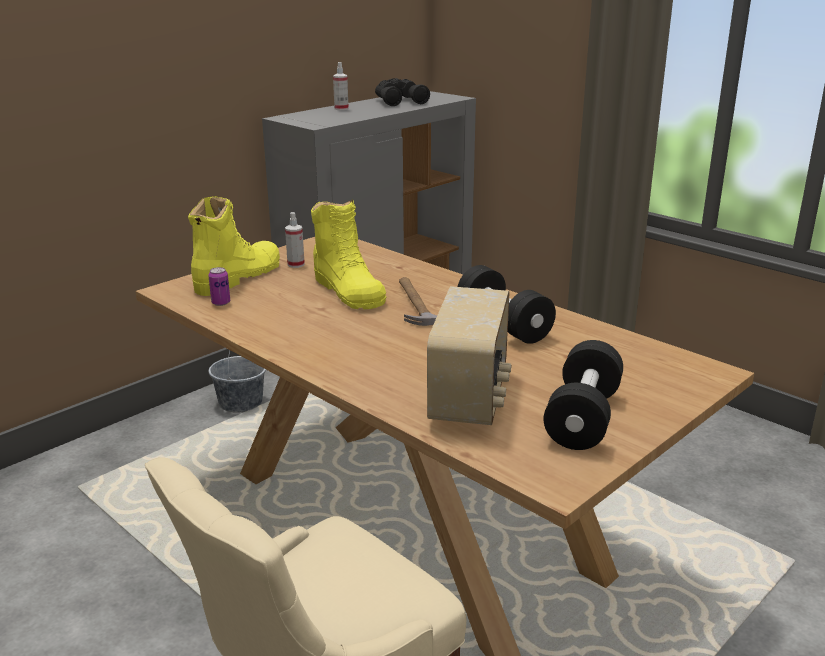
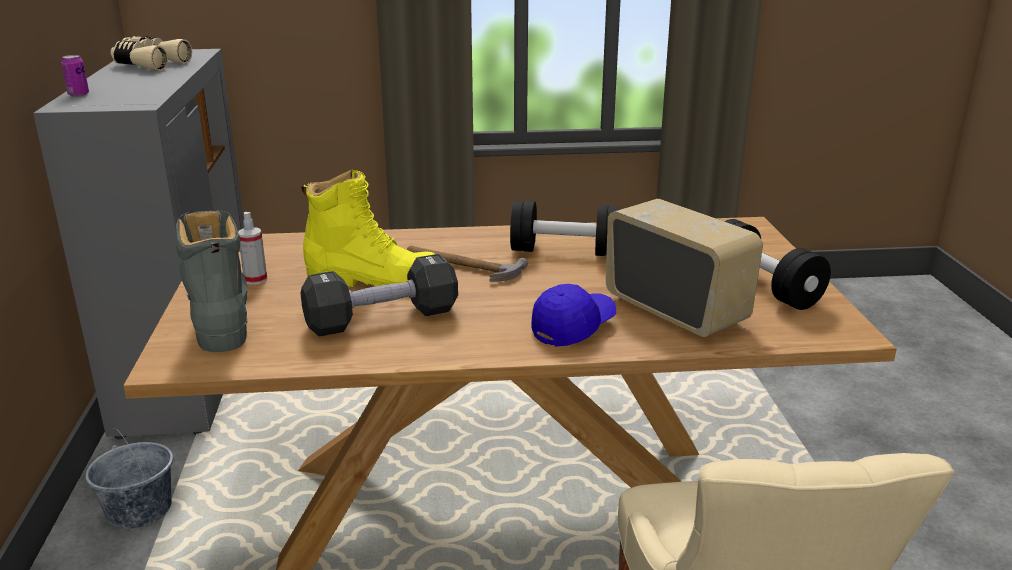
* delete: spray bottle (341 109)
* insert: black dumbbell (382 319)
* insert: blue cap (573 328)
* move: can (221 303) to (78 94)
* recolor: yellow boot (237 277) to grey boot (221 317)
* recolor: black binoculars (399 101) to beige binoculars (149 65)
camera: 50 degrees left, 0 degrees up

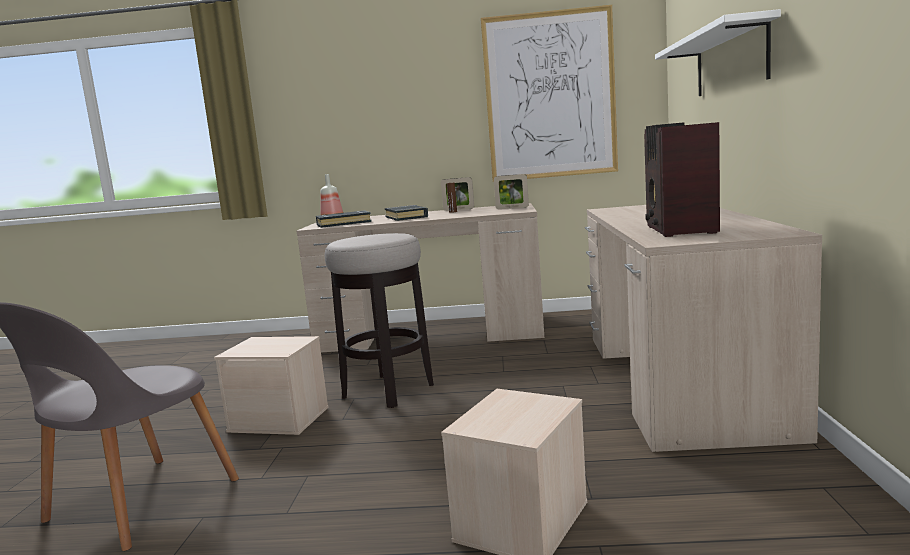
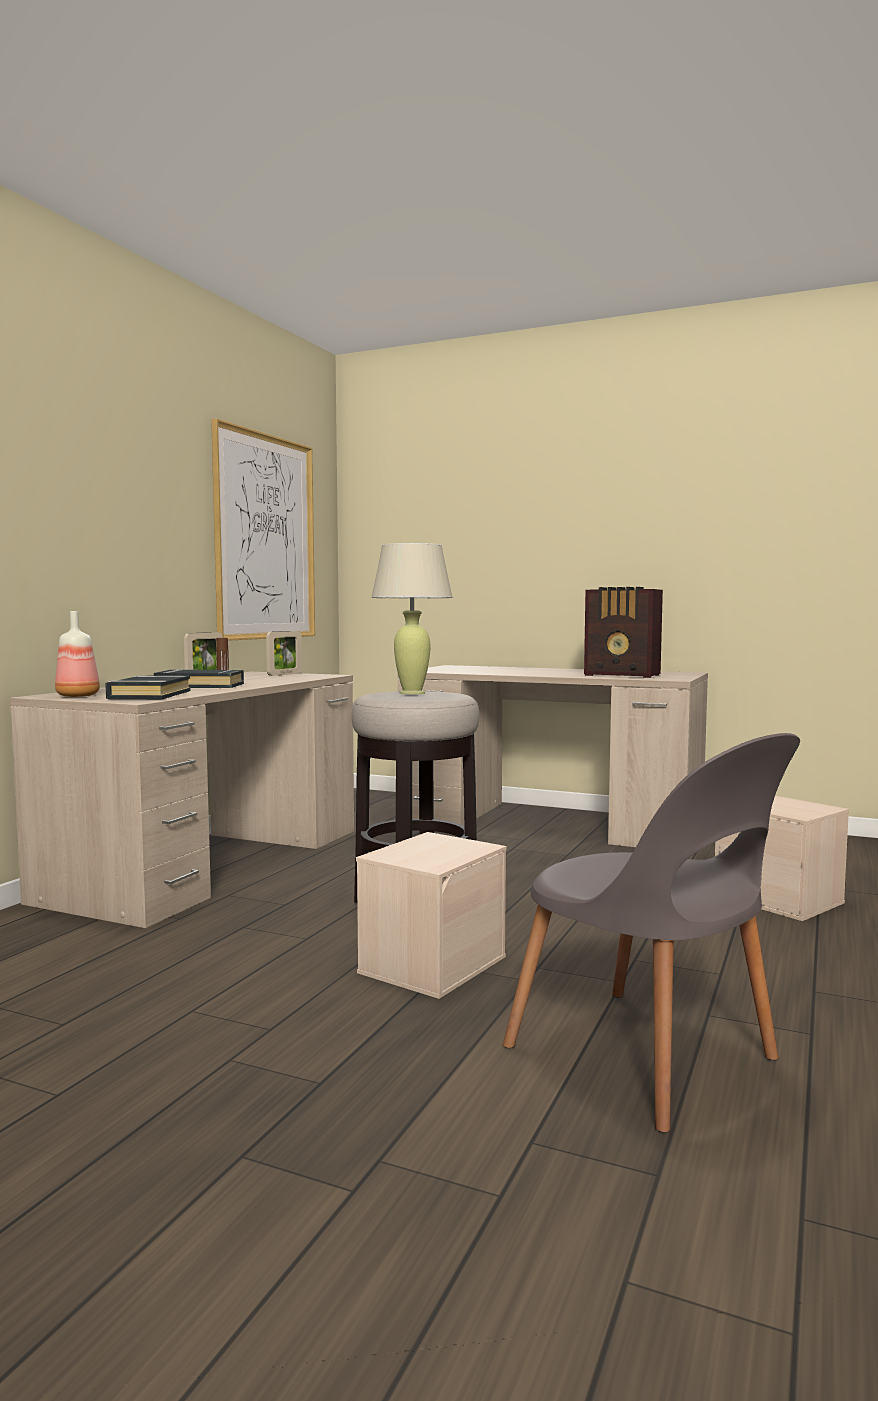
* delete: white shelf (730 61)
* insert: beige table lamp (411 693)
camera: 70 degrees left, 5 degrees down

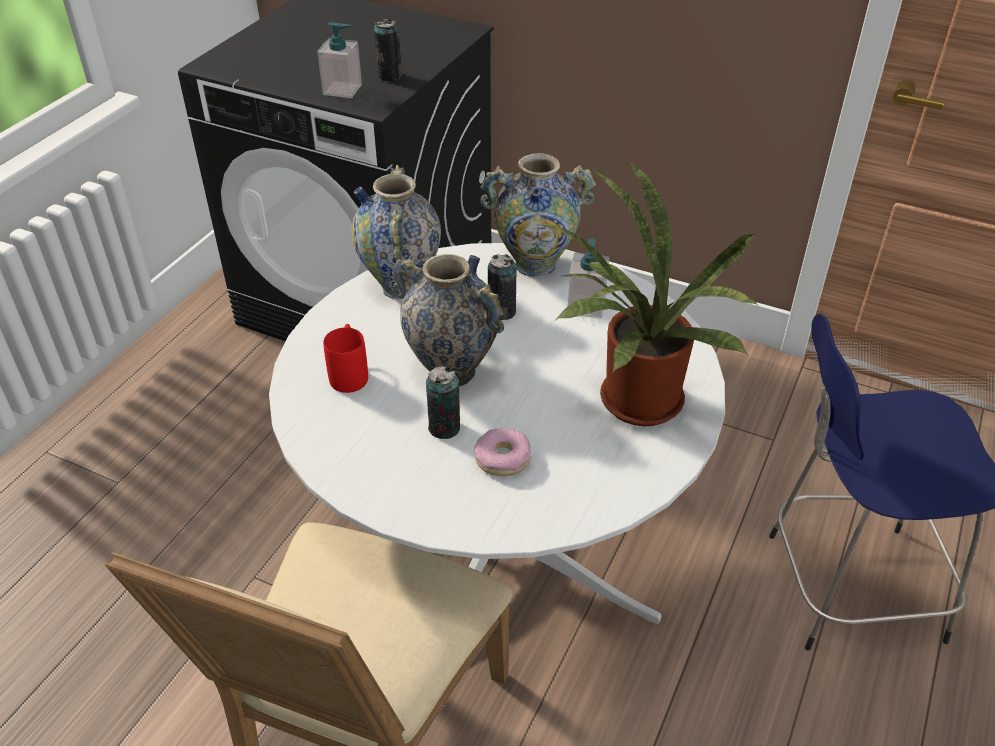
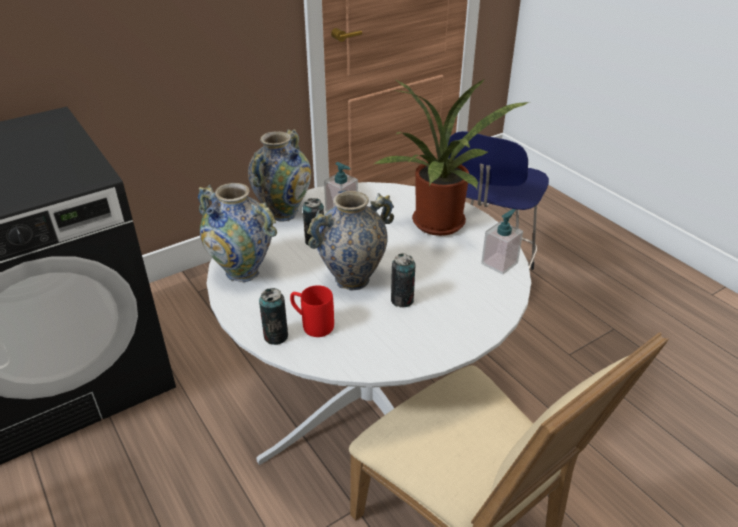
* delete: donut (503 458)
* move: soap dispenser (342 89) to (499 263)
* move: can (389 76) to (276 336)
camera: 60 degrees left, 5 degrees down

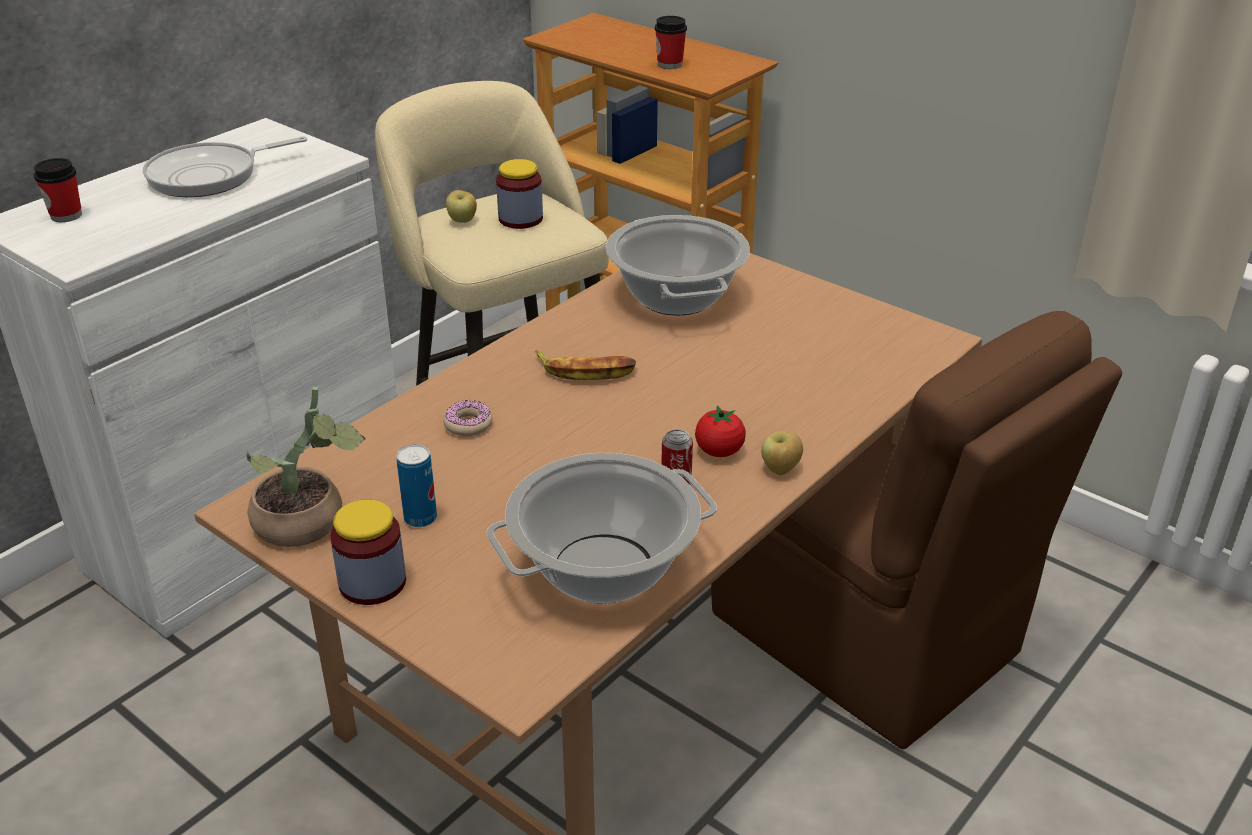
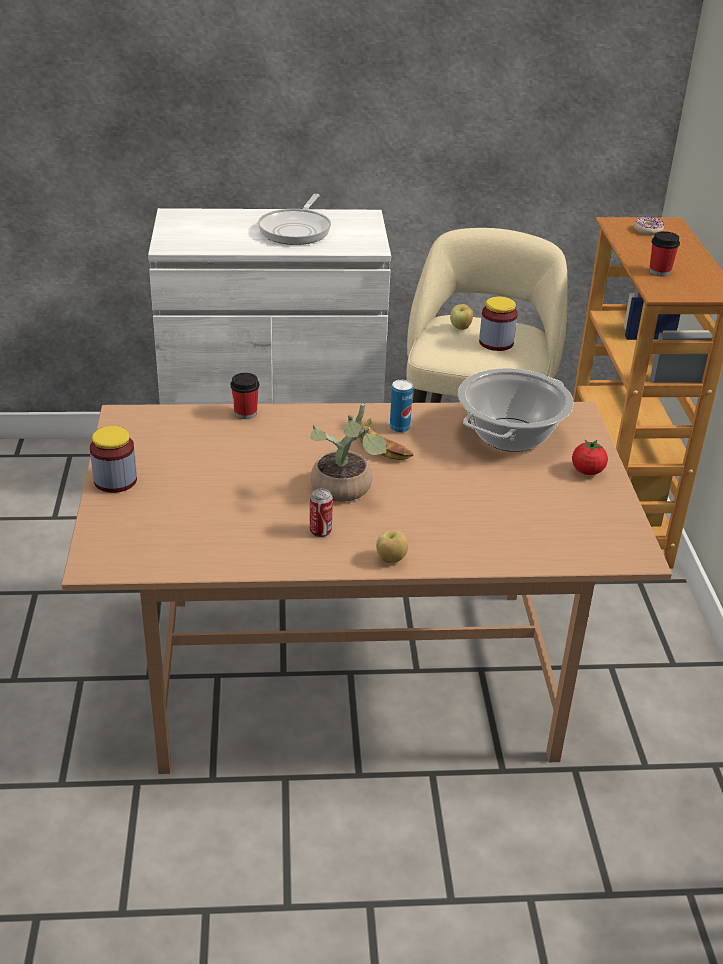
* delete: cooking pot (604 568)
* delete: brown chair (869 638)
* move: cup (66 215) to (245 413)
* move: potted plant (309 523) to (345 491)
* move: can (420 518) to (399 428)
* move: donut (468 424) to (648 230)
* move: tomato (719 451) to (587 471)
* rotate: frying pan (210 176) = (296 230) 90 degrees counterclockwise
camera: 45 degrees right, 0 degrees up

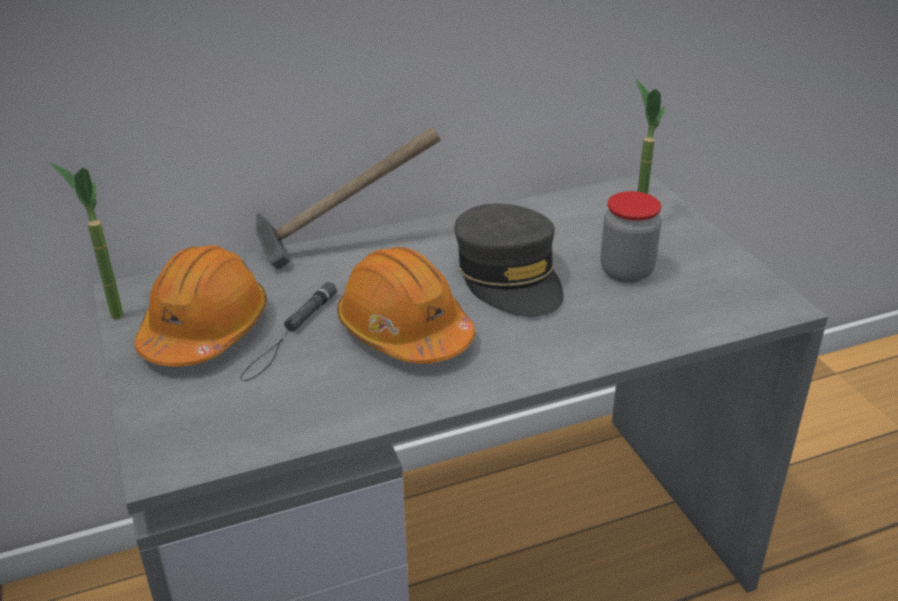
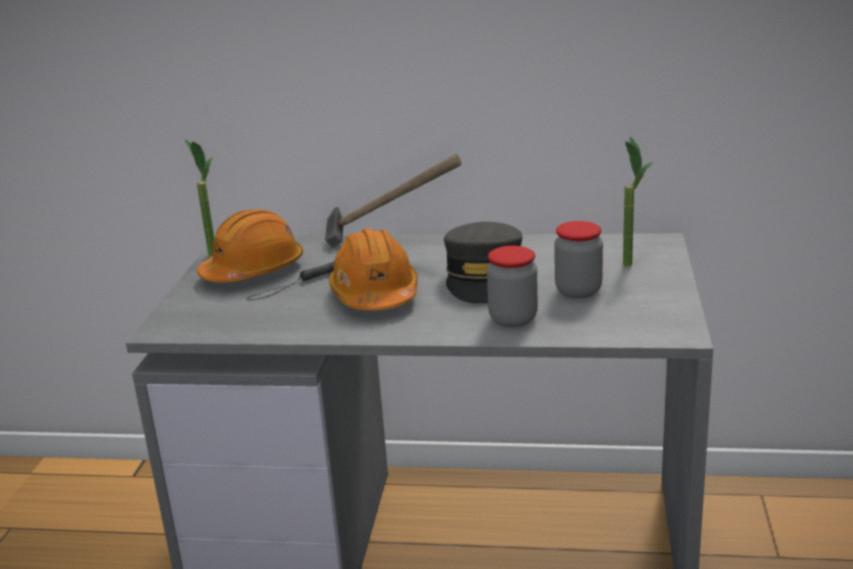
* insert: jar (513 319)
camera: 30 degrees right, 10 degrees down

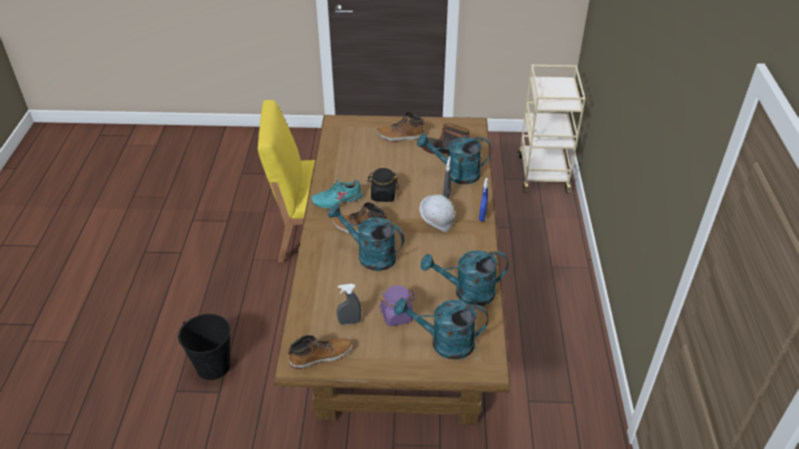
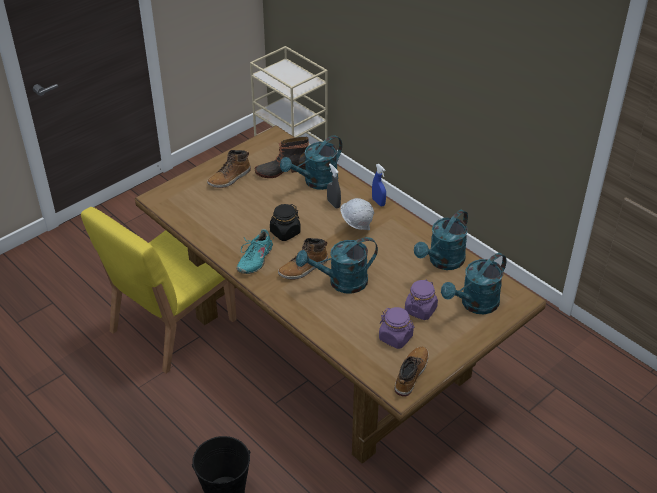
* replace: grey spray bottle (349 322) to purple jar (396 338)
camera: 45 degrees left, 0 degrees up

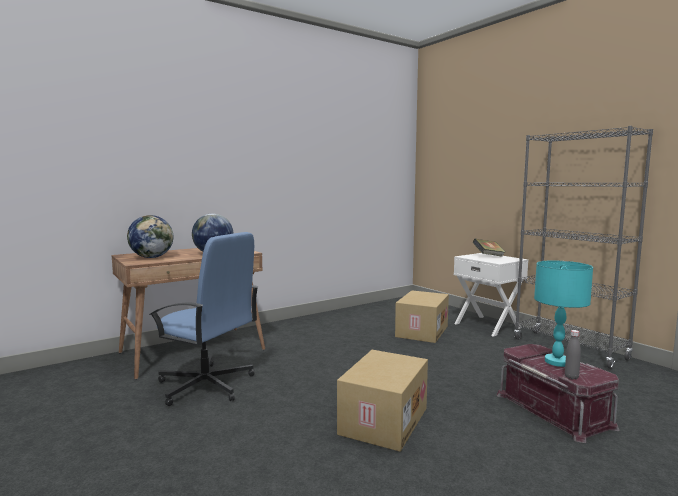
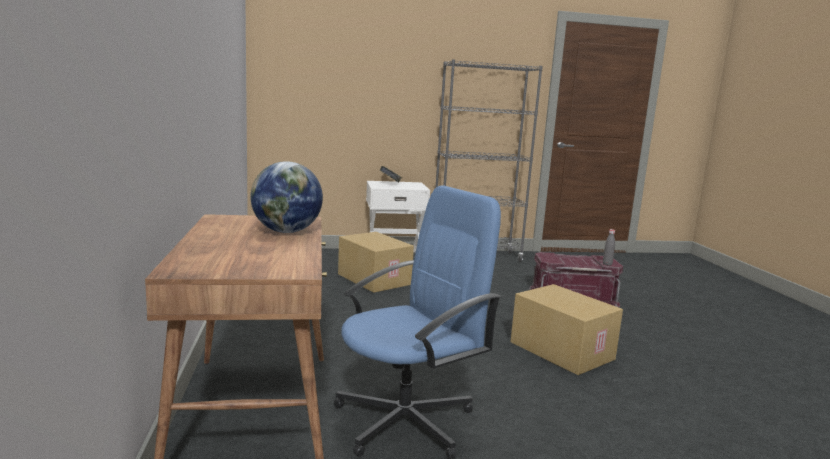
* delete: globe (152 257)
* delete: turquoise table lamp (556 362)
camera: 65 degrees left, 5 degrees up

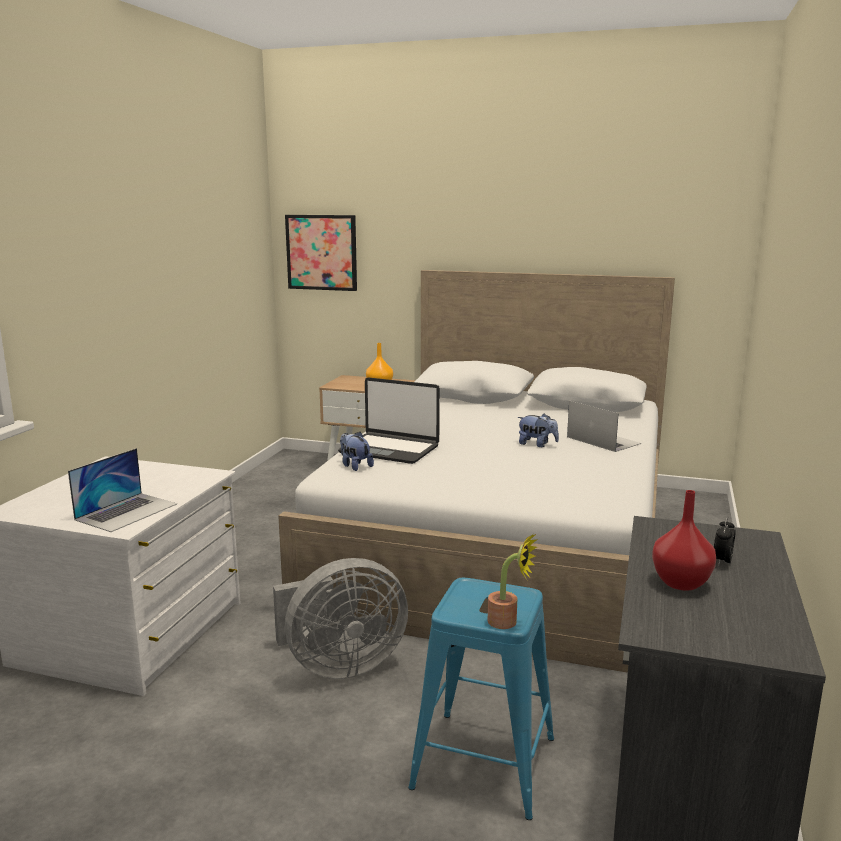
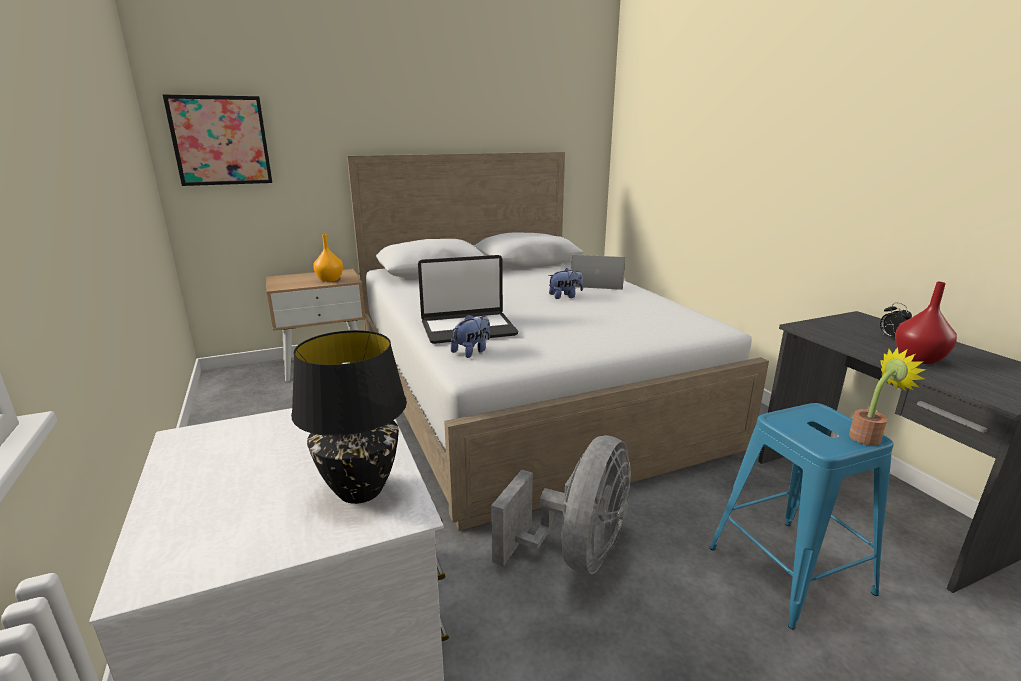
* replace: laptop (127 511) to black table lamp (360 490)
* rotate: plush toy (355 466) = (472 351) 120 degrees clockwise
camera: 40 degrees left, 5 degrees up

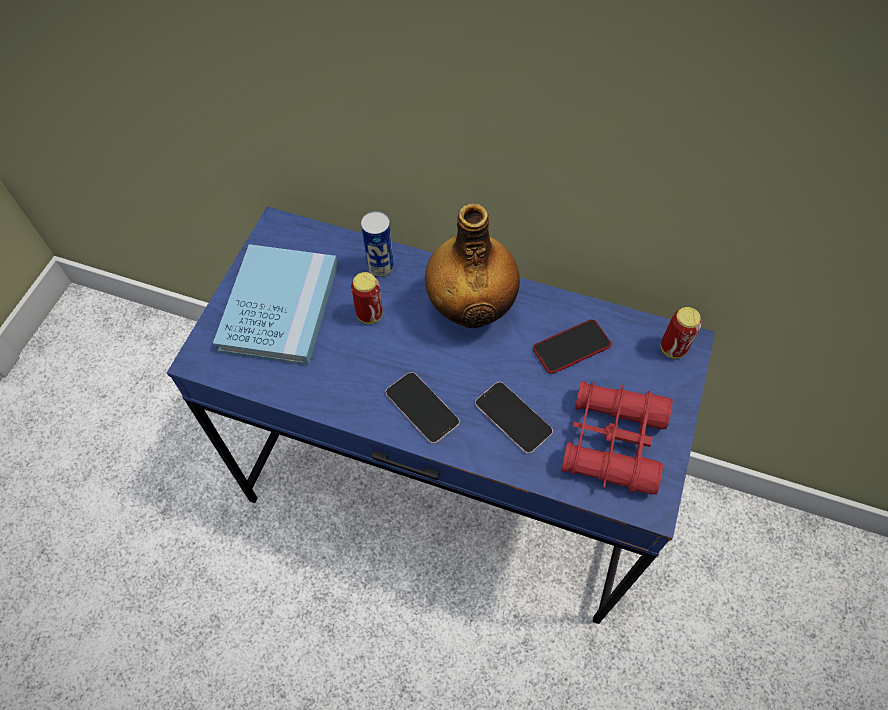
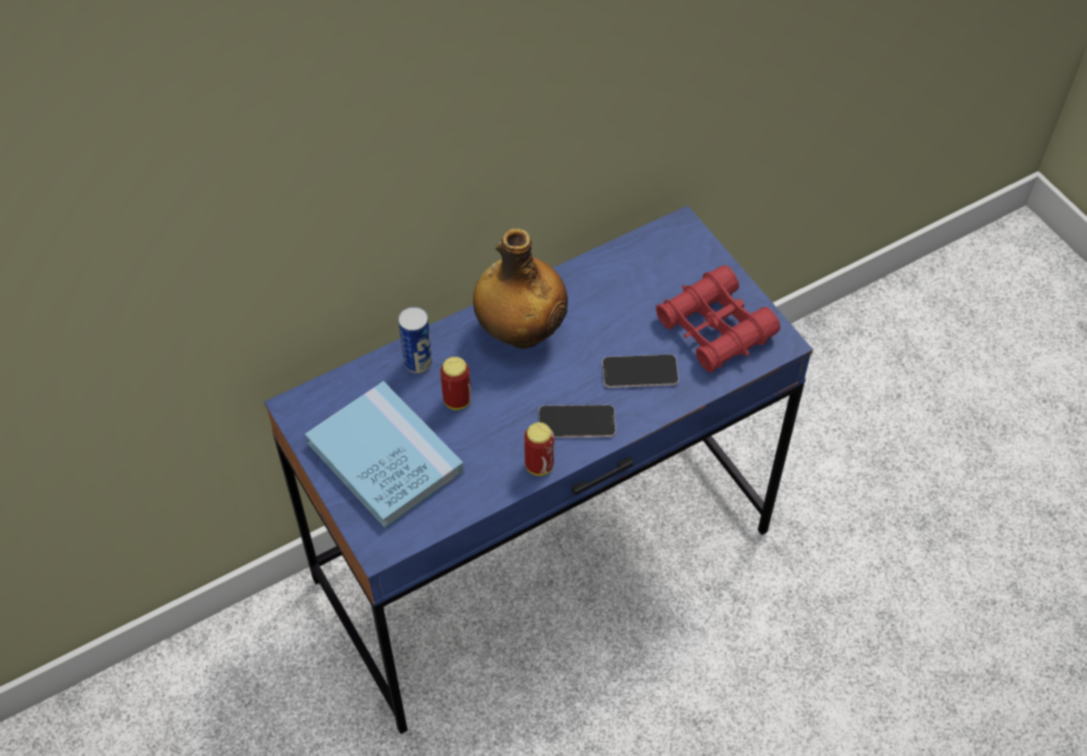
* delete: phone (571 347)
* move: can (672 348) to (539 465)
camera: 50 degrees left, 5 degrees down

